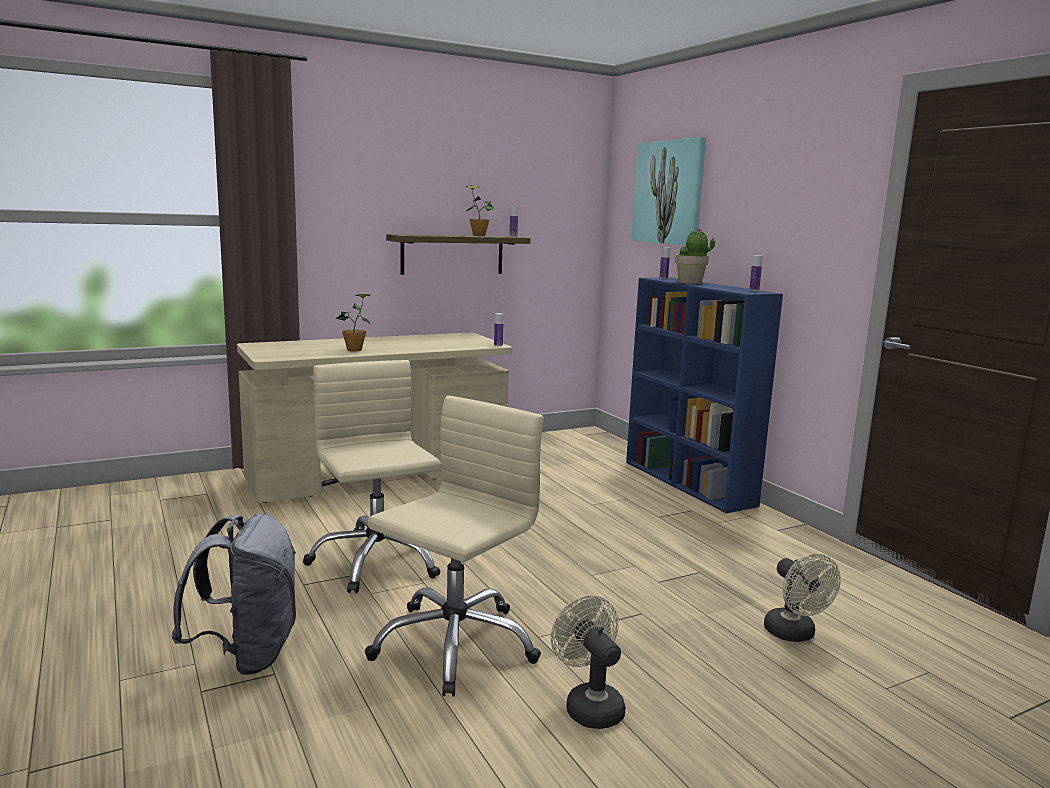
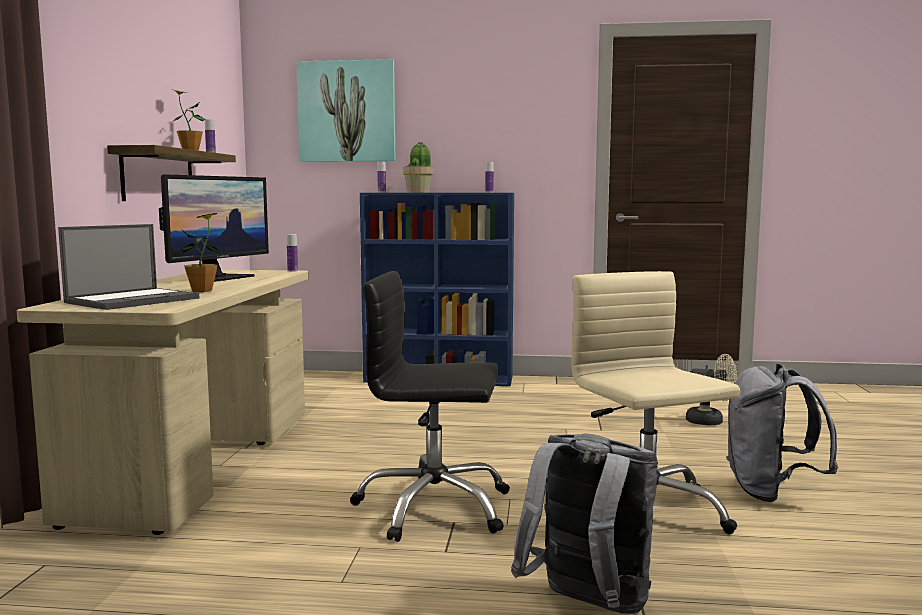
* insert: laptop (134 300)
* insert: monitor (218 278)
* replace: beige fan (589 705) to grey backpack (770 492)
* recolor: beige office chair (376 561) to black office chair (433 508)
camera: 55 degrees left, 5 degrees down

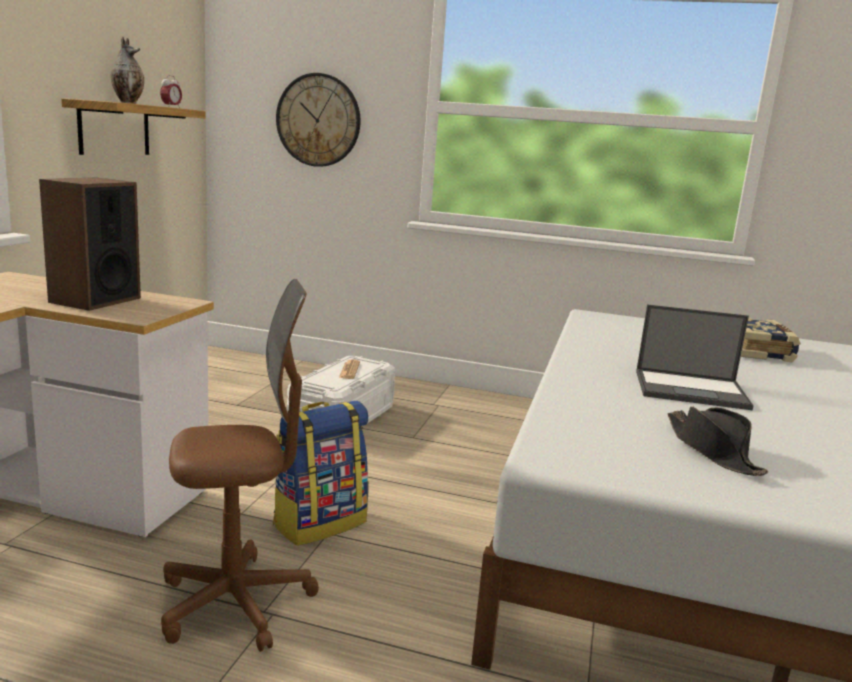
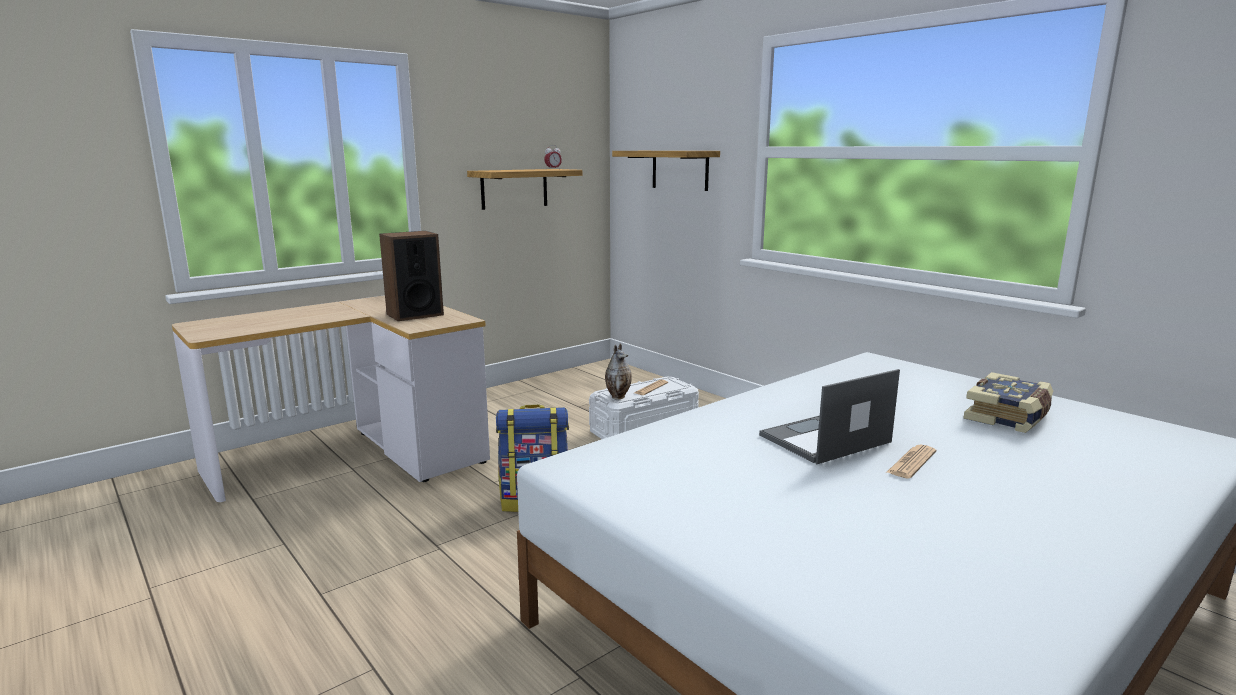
* delete: brown office chair (236 603)
* delete: black hat (712 451)
* insert: newspaper (911 462)
* move: vase (128 103) to (618 396)
* replace: wall clock (318 120) to shelf (680 170)
* rotate: laptop (692 390) = (824 439) 105 degrees clockwise
camera: 35 degrees right, 0 degrees up

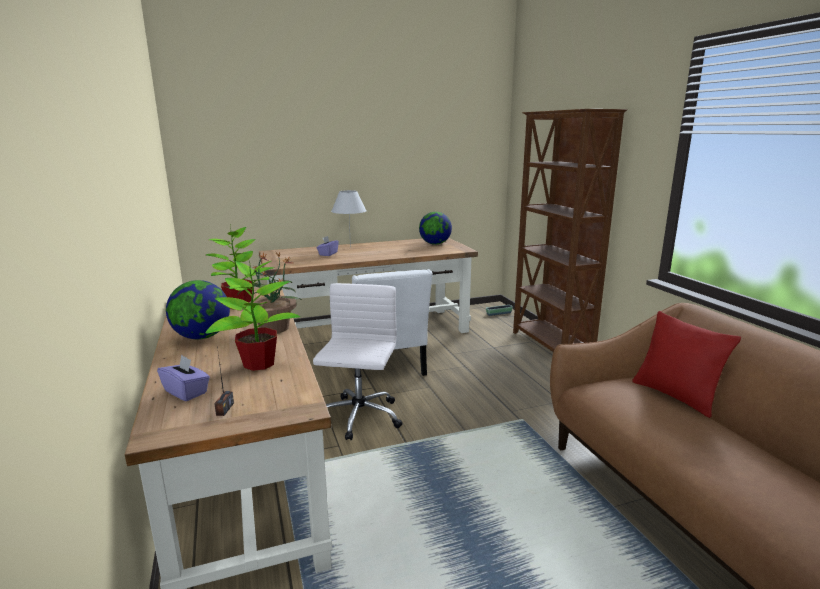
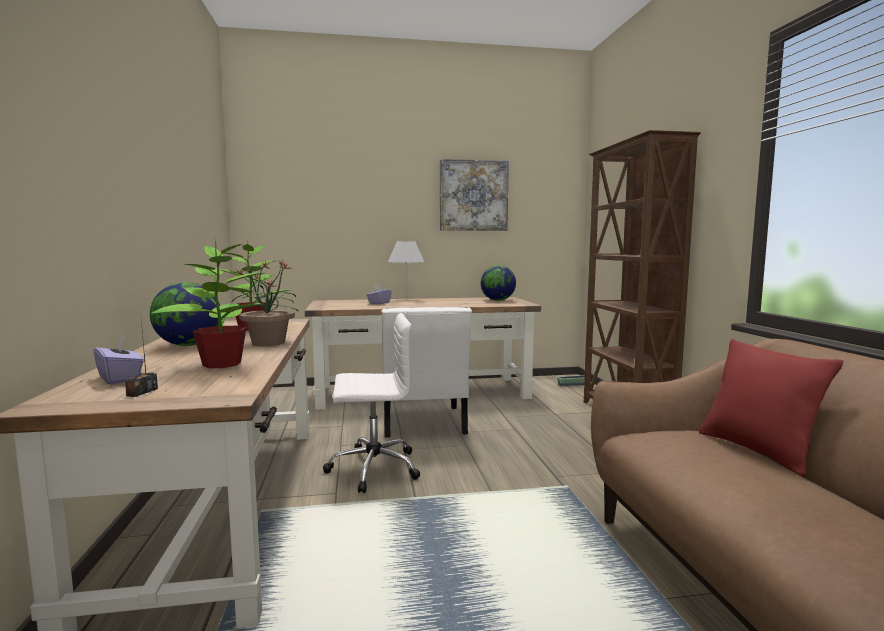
* insert: picture (473 195)
* rotate: white office chair (359 417) = (372 468) 60 degrees clockwise
camera: 10 degrees right, 10 degrees down

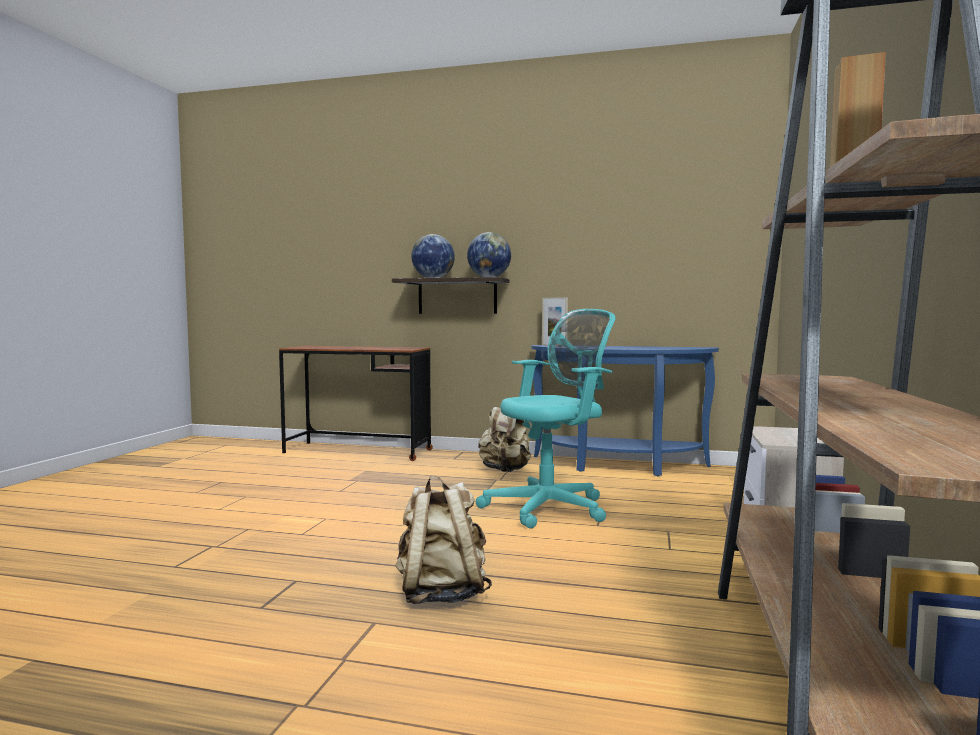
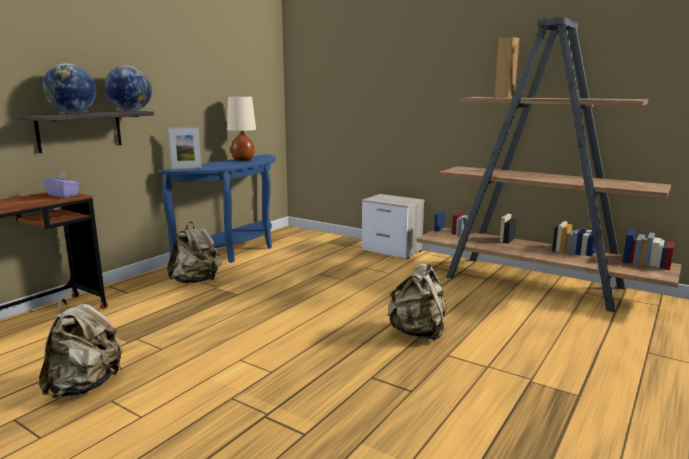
* delete: turquoise office chair (551 508)
* insert: beige backpack (85 386)
* insert: purple tissue box (63 195)
* insert: beige table lamp (243 160)
camera: 70 degrees left, 10 degrees up

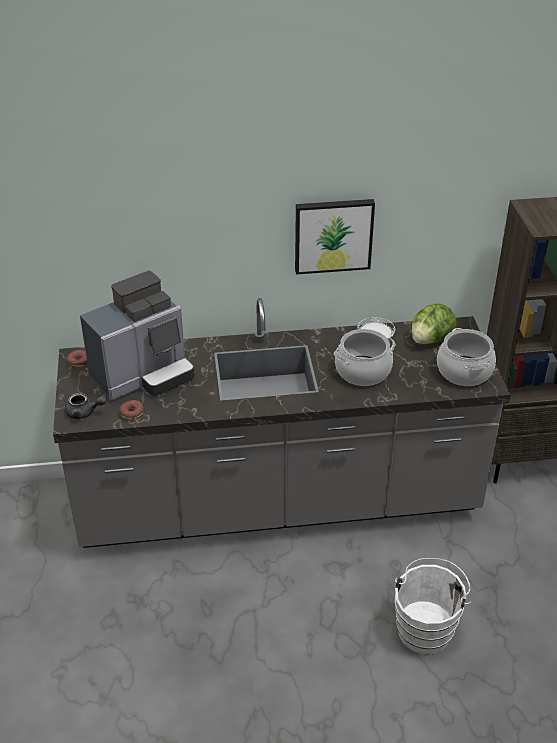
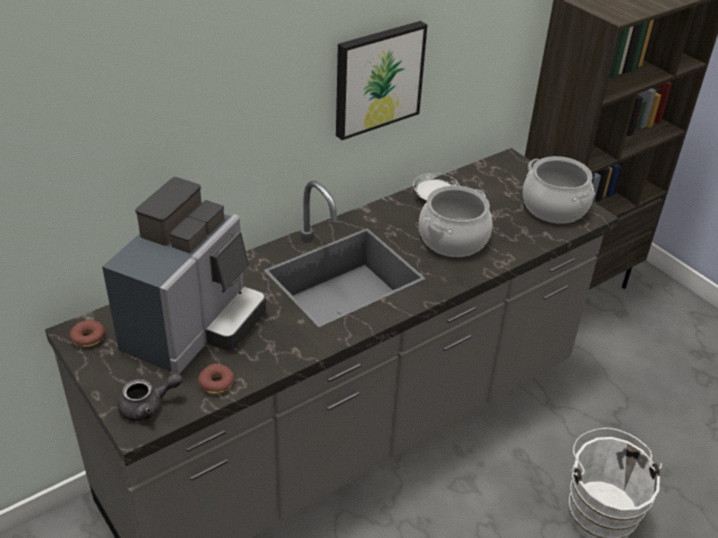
* delete: lettuce (430 339)
camera: 30 degrees left, 0 degrees up

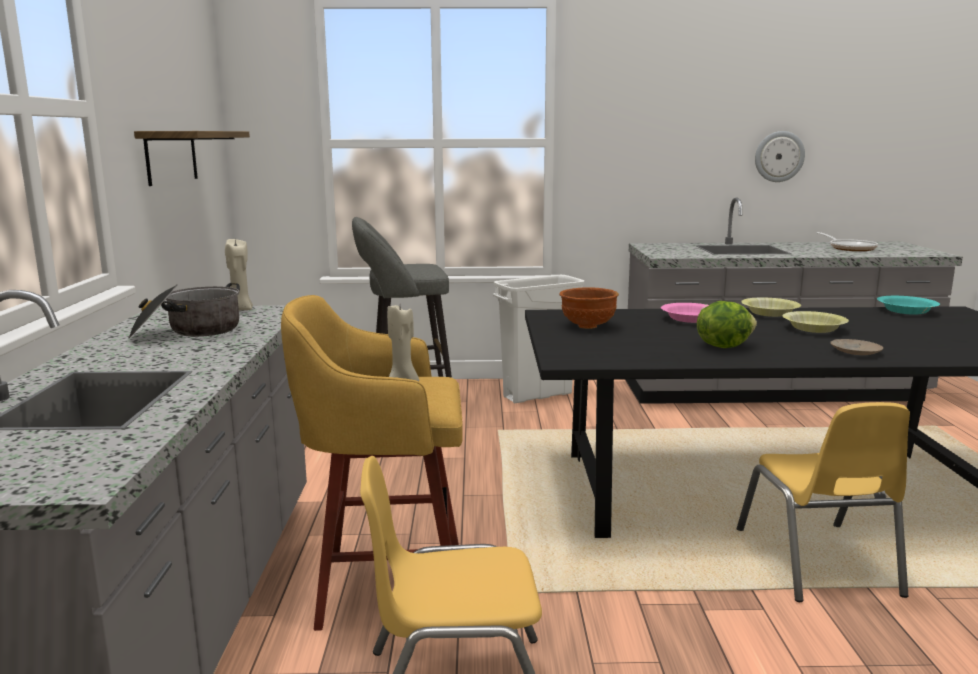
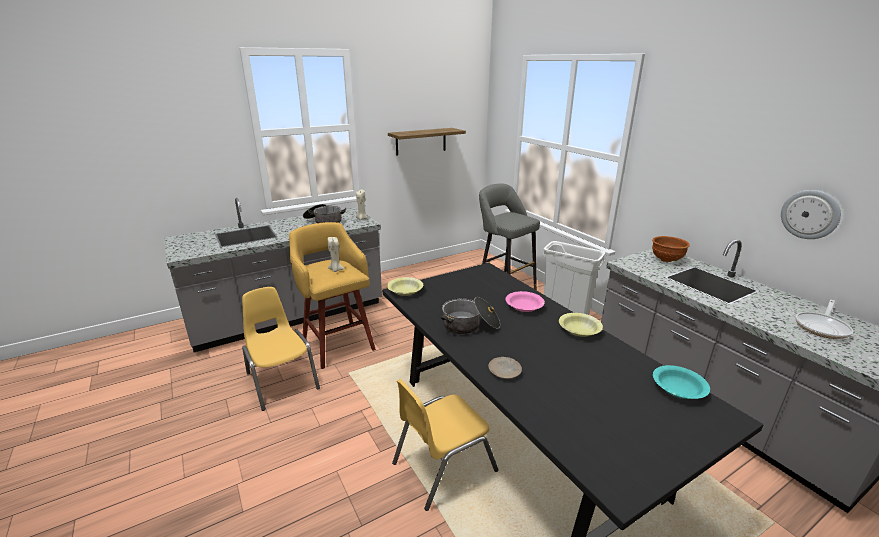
* move: brown bowl (587 326) to (666 260)
* move: yellow bowl (813 329) to (405 291)
* replace: lettuce (723 346) to cooking pot (470 325)
camera: 60 degrees right, 10 degrees up

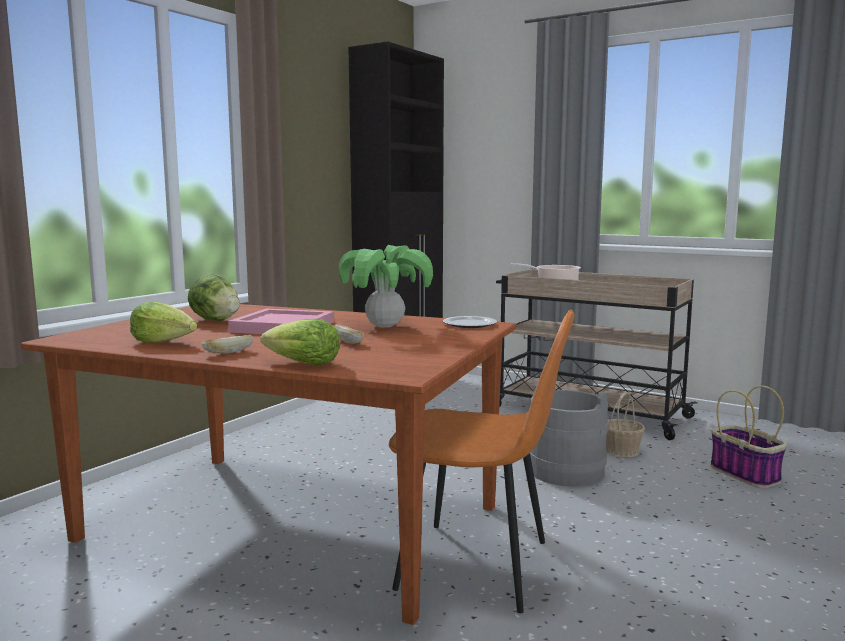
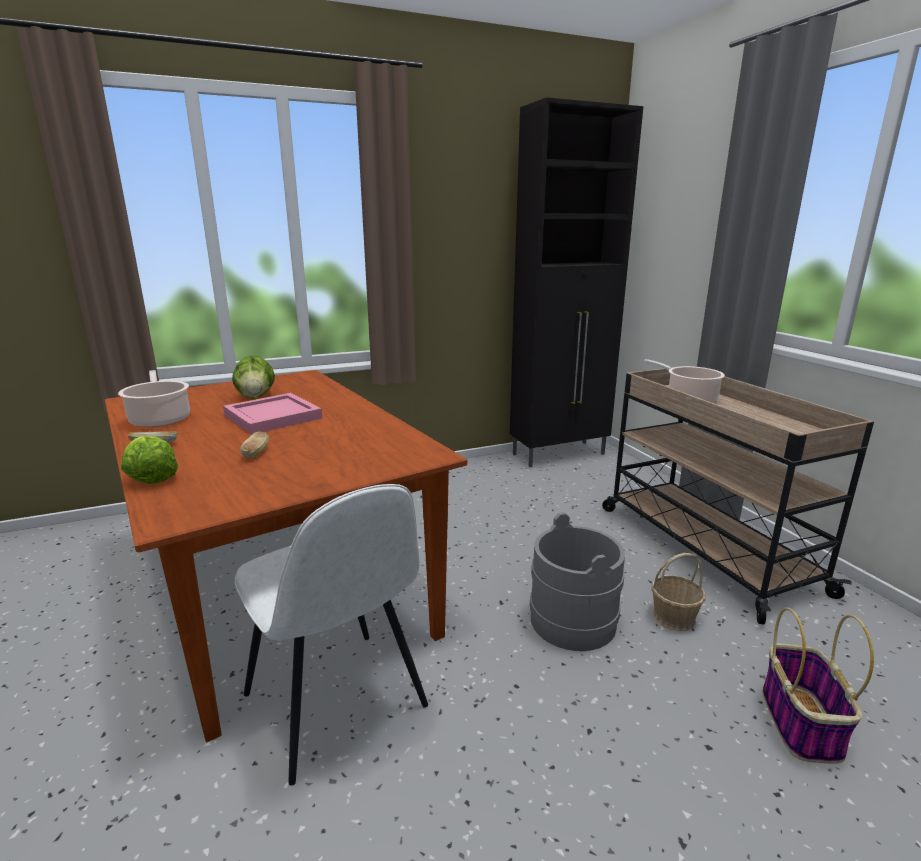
* delete: potted plant (384 326)
* delete: plate (469 324)
* replace: lettuce (164 342) to cooking pot (160 419)
* recolor: orange chair (478 566) to white chair (337 704)
camera: 35 degrees right, 10 degrees up

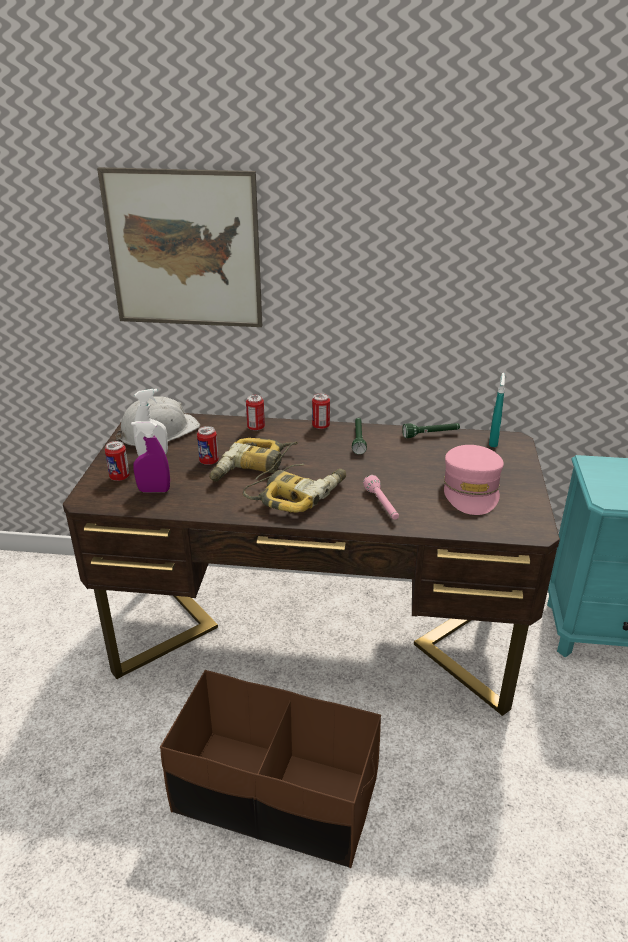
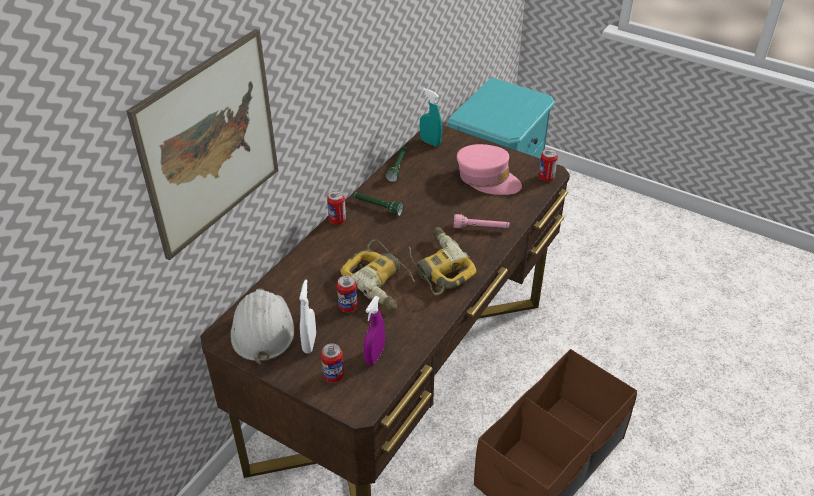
* move: can (256 427) to (546 177)
camera: 65 degrees left, 10 degrees up

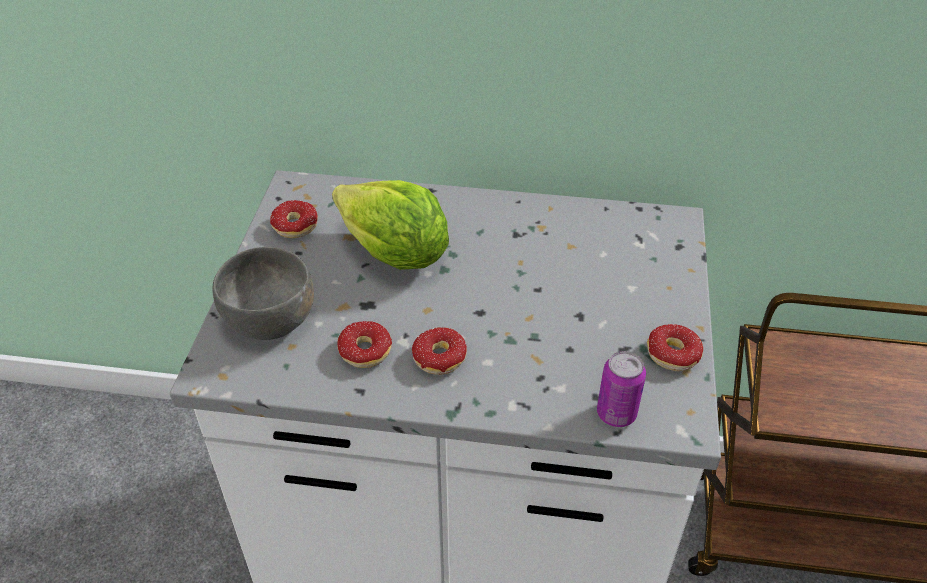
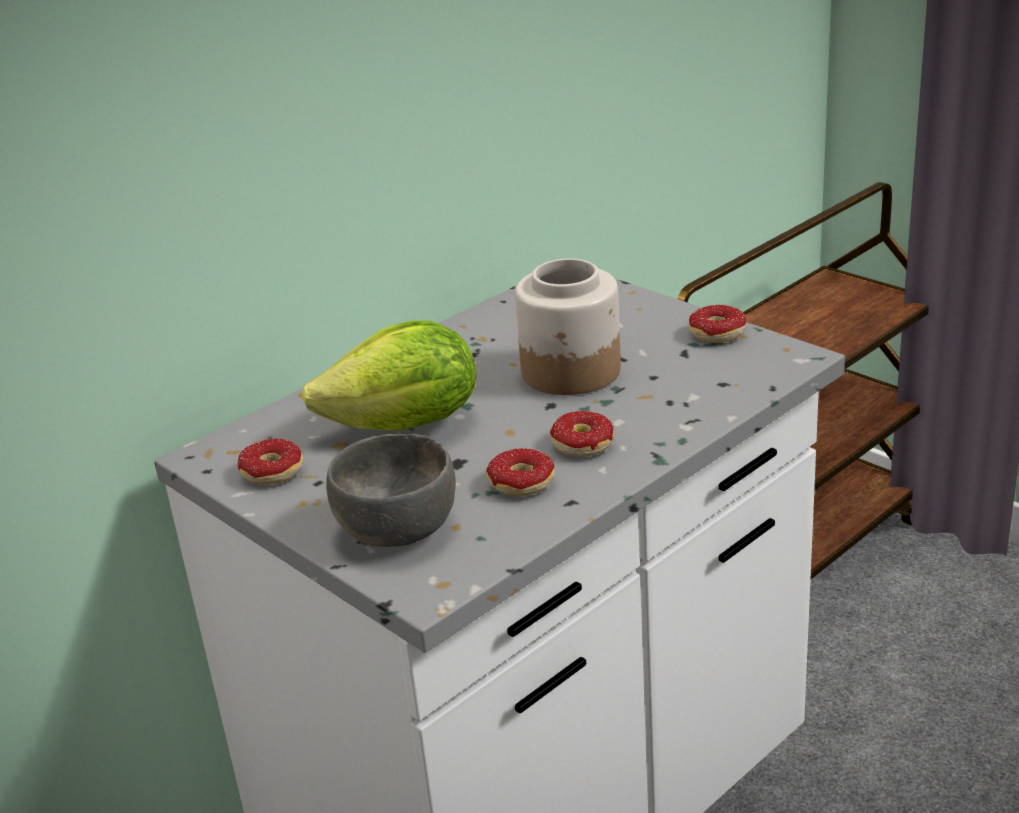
* delete: can (616 413)
* insert: jar (571 372)
camera: 50 degrees left, 15 degrees down

